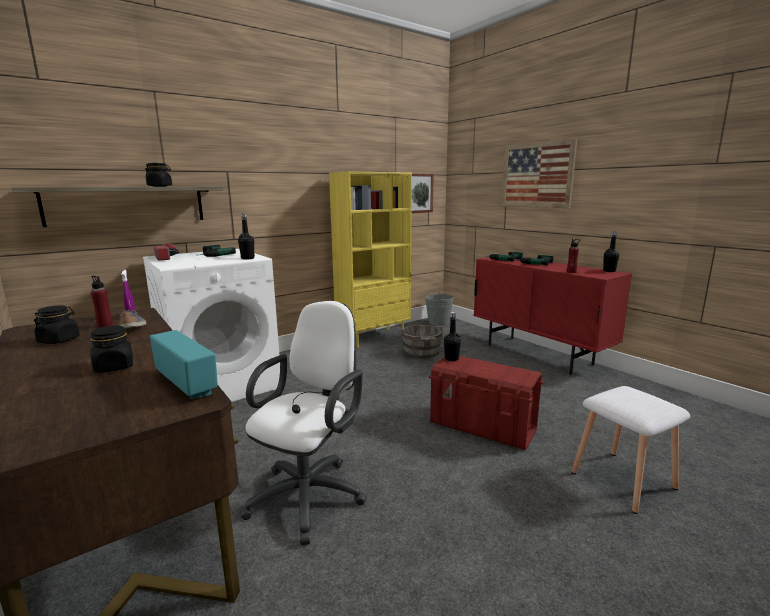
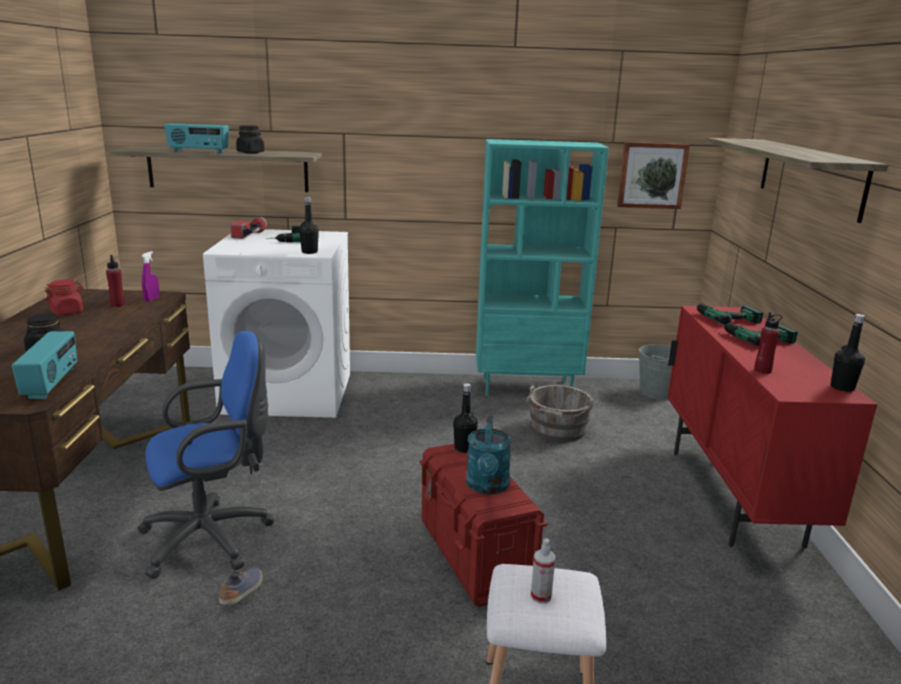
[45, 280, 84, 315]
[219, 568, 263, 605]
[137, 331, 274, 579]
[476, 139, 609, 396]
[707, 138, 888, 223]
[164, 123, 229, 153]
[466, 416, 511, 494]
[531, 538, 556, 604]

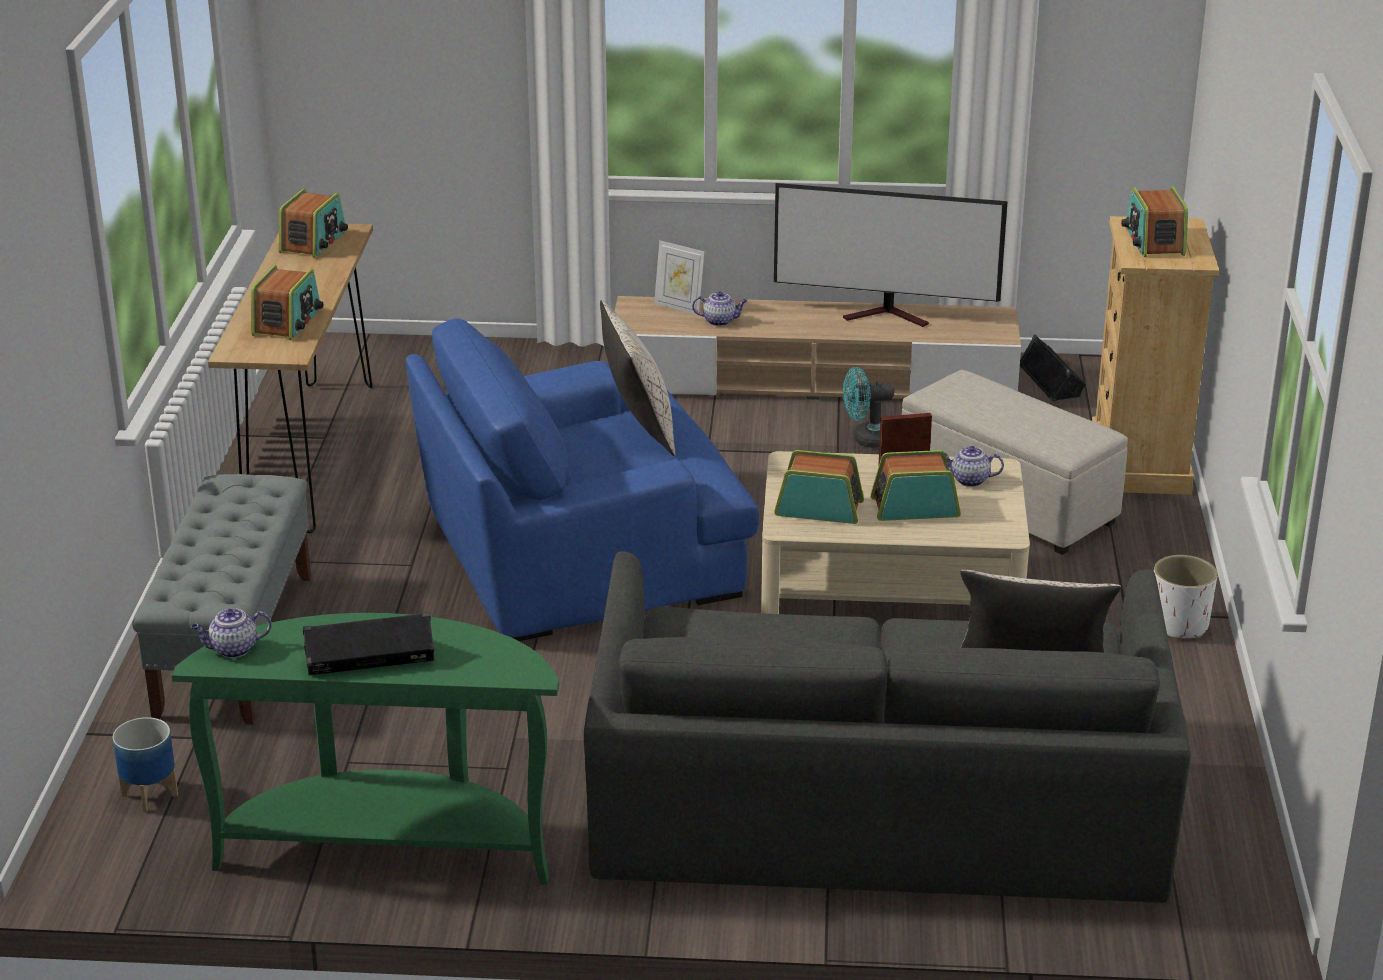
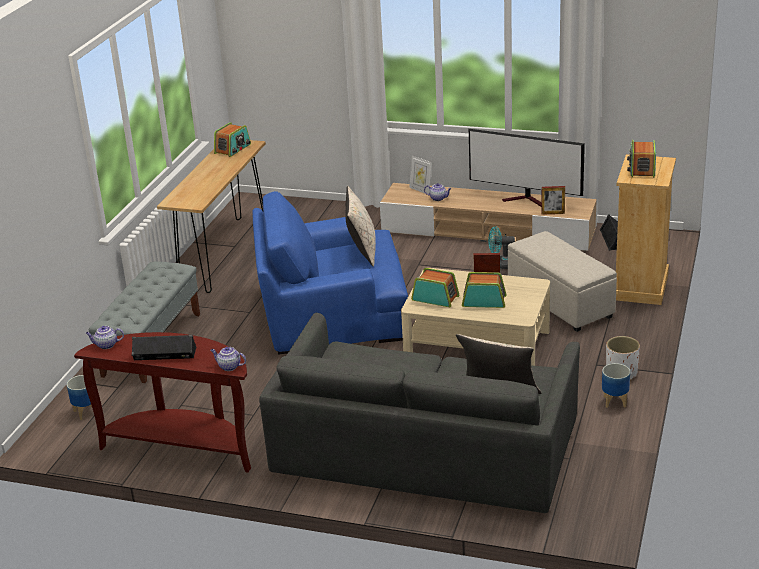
[74, 332, 251, 473]
[251, 265, 323, 340] (first image)
[211, 347, 246, 371]
[541, 186, 565, 215]
[602, 363, 630, 408]

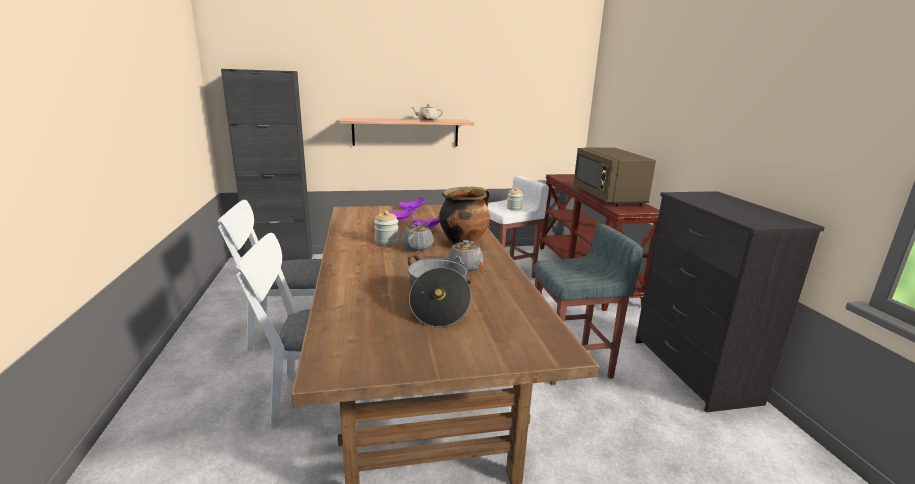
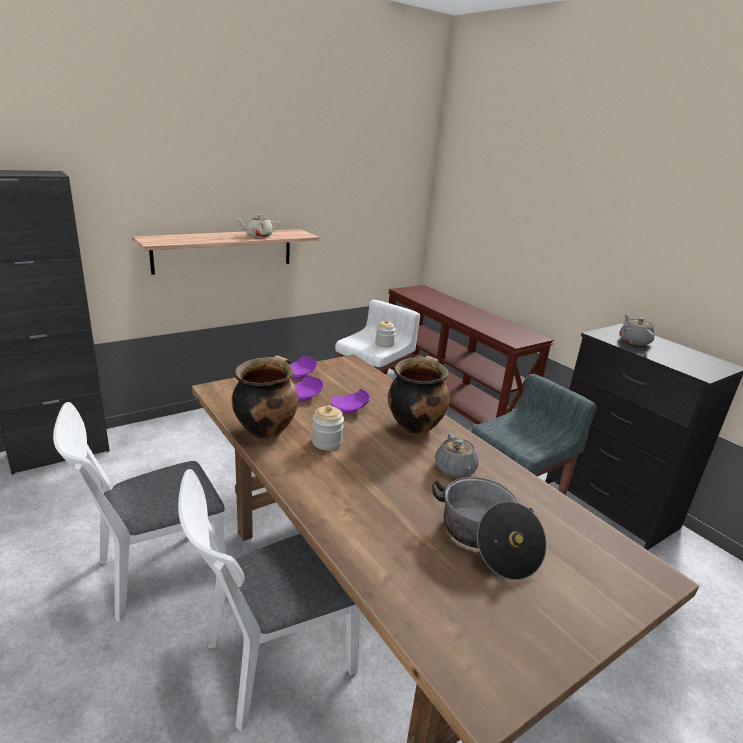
[620, 314, 654, 346]
[574, 148, 656, 207] (first image)
[232, 355, 299, 439]

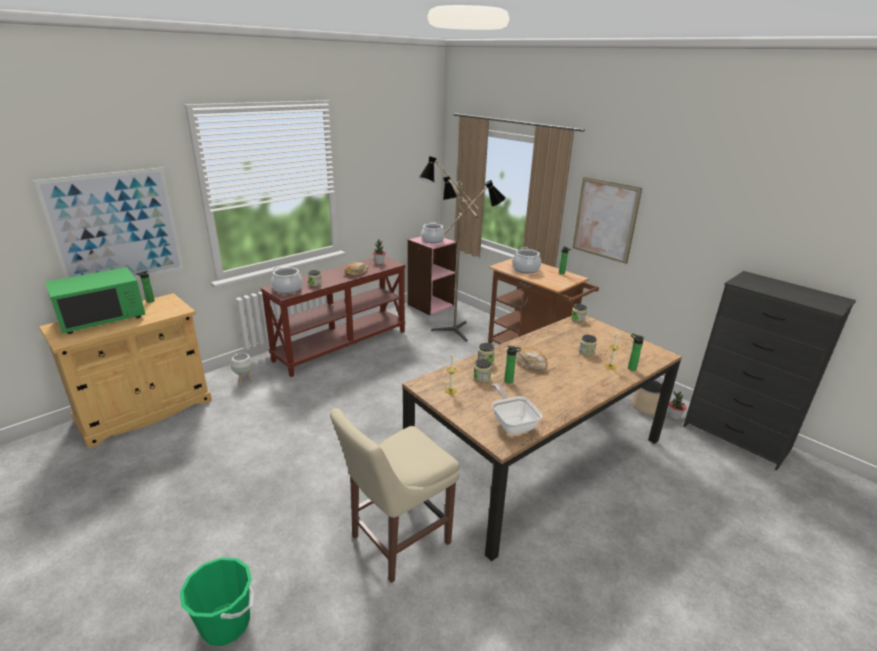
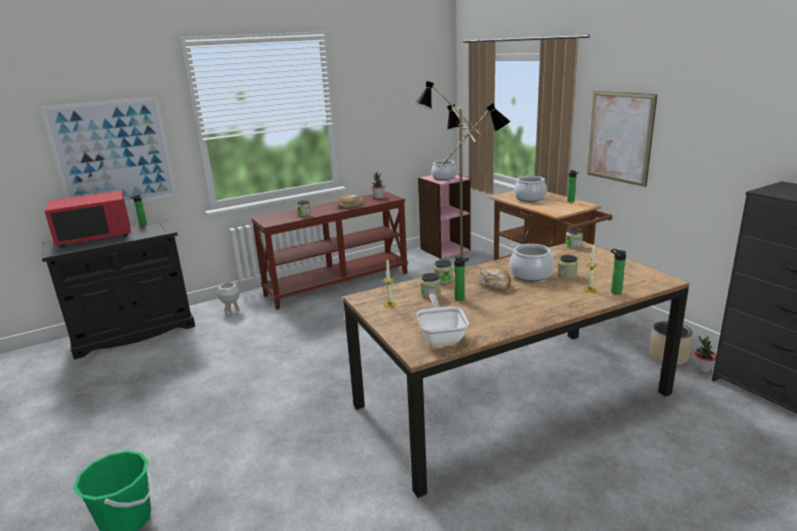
[42, 219, 195, 360]
[44, 190, 131, 248]
[510, 243, 554, 281]
[330, 408, 460, 583] (first image)

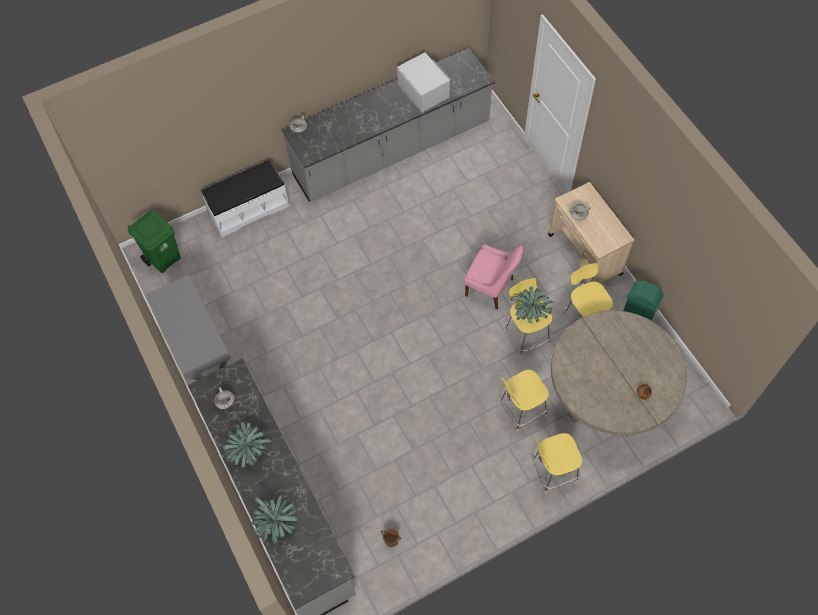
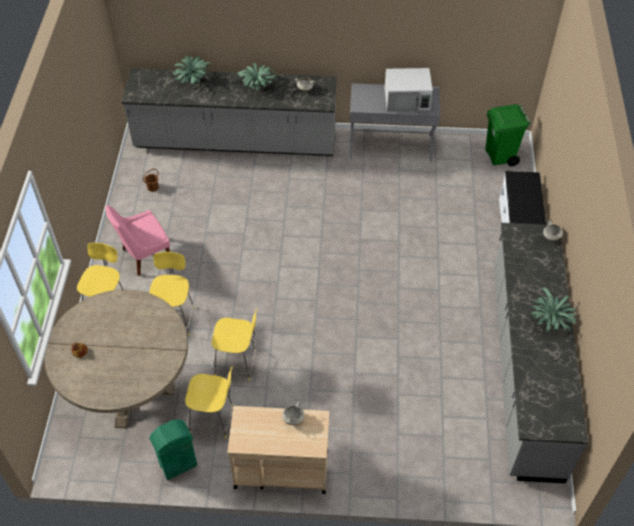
[385, 68, 433, 112]
[106, 205, 170, 276]
[531, 287, 577, 332]

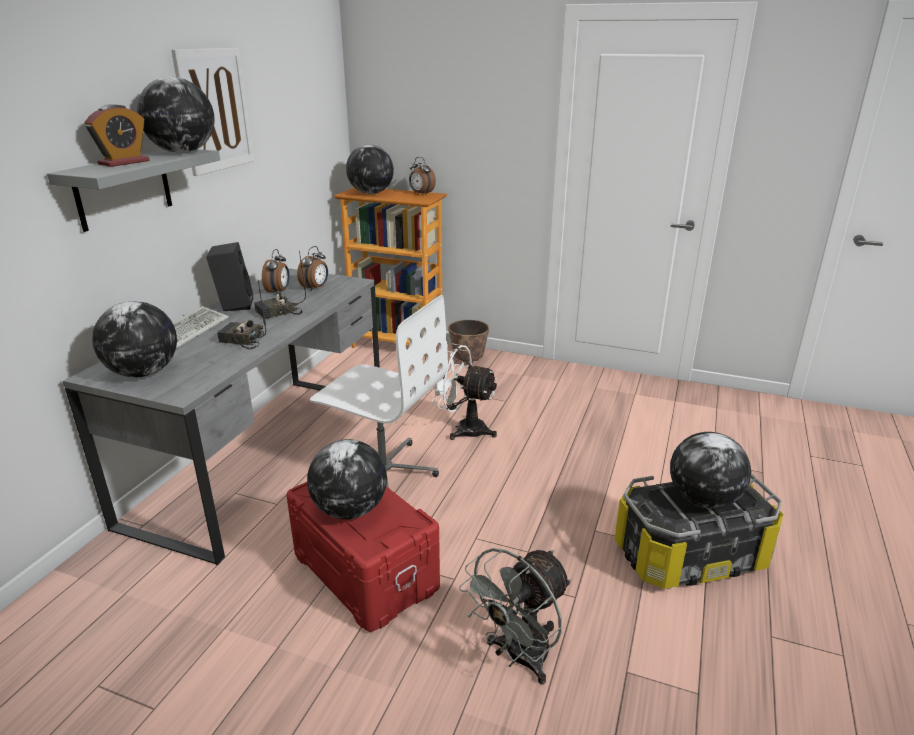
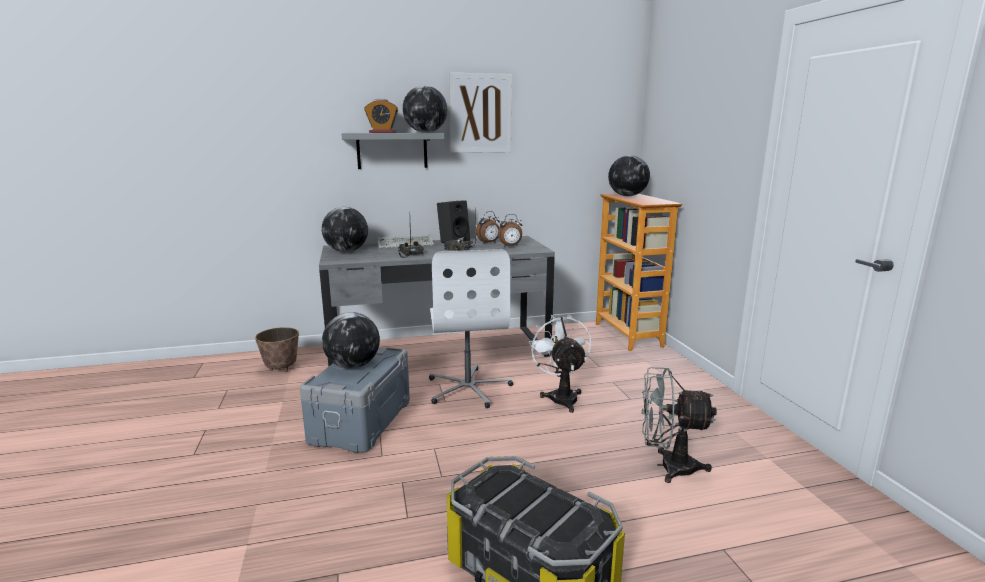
[300, 347, 410, 453]
[409, 157, 436, 195] (first image)
[255, 327, 299, 372]
[641, 367, 717, 483]
[670, 432, 751, 509] (first image)

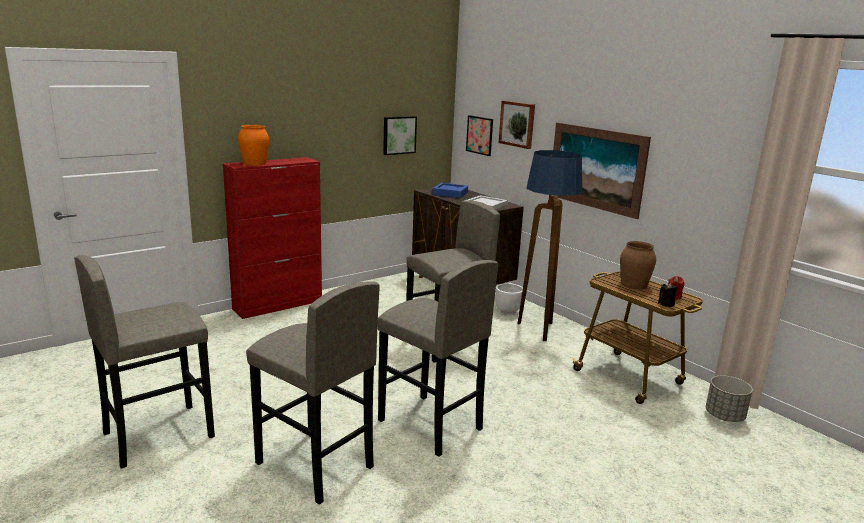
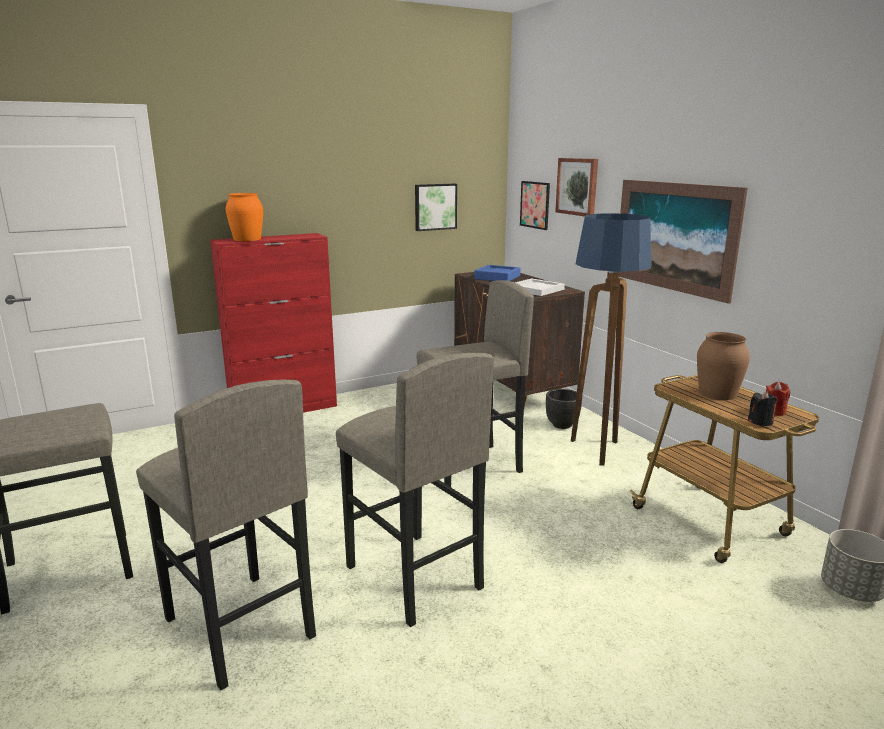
[546, 389, 582, 429]

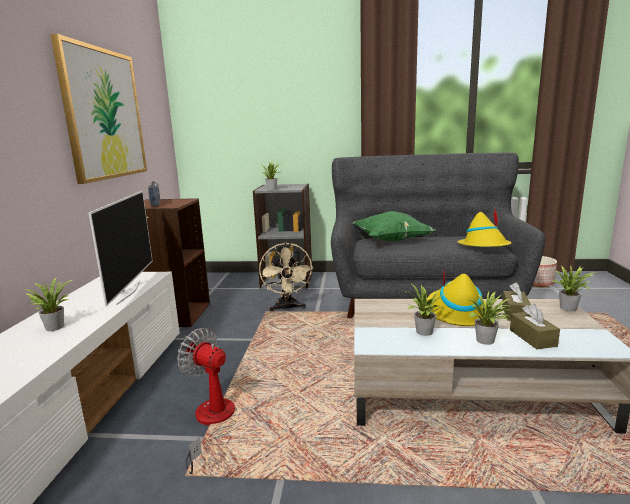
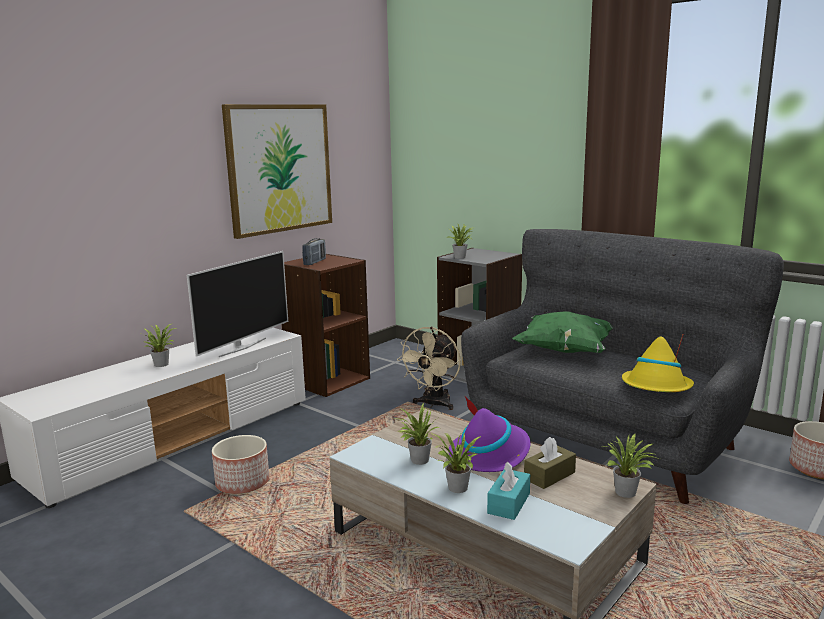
[212, 435, 269, 494]
[449, 396, 531, 472]
[487, 462, 530, 520]

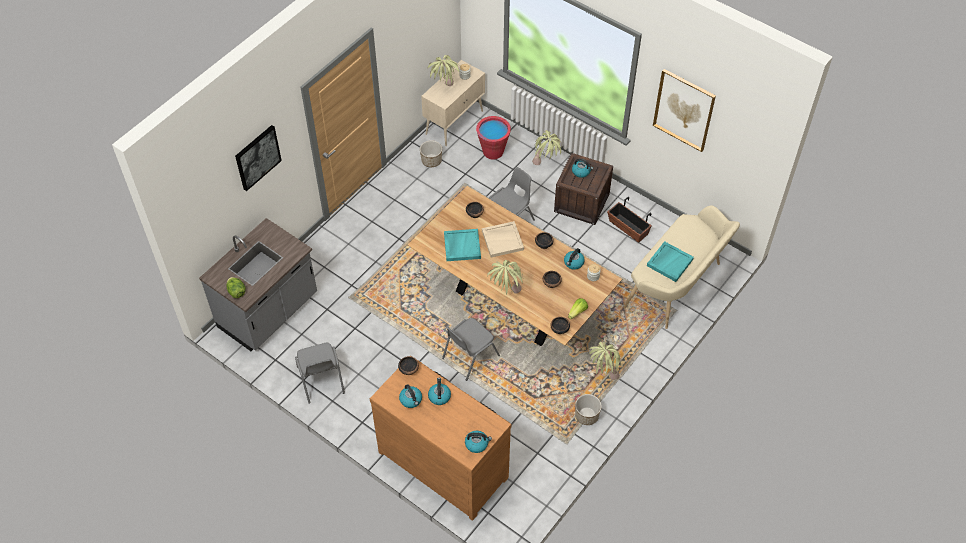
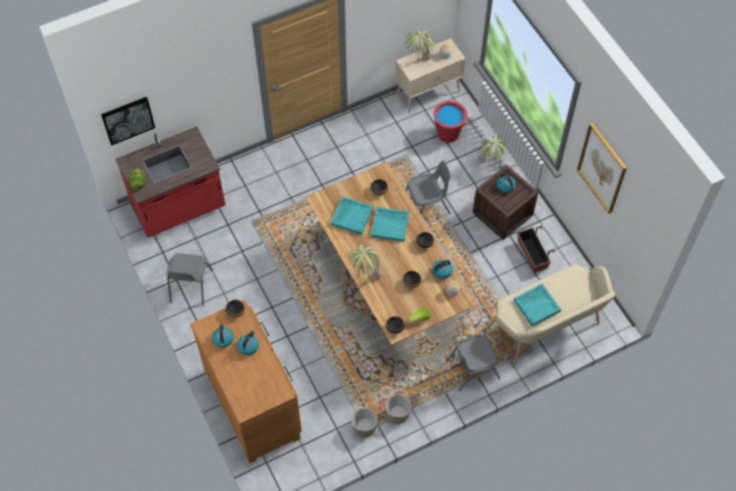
[116, 126, 225, 238]
[101, 97, 155, 145]
[352, 408, 377, 437]
[447, 335, 500, 391]
[465, 431, 492, 453] (first image)
[371, 207, 409, 242]
[589, 341, 621, 380] (first image)

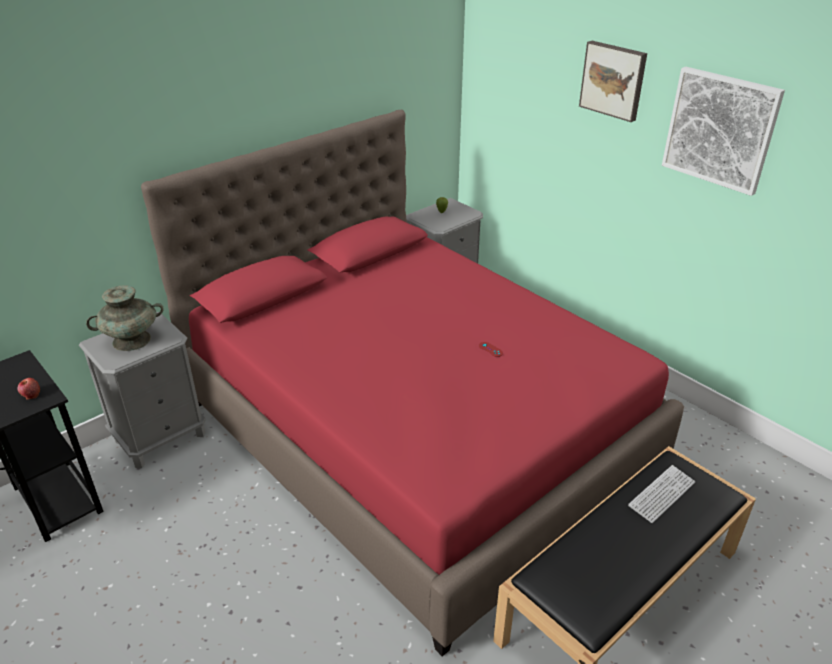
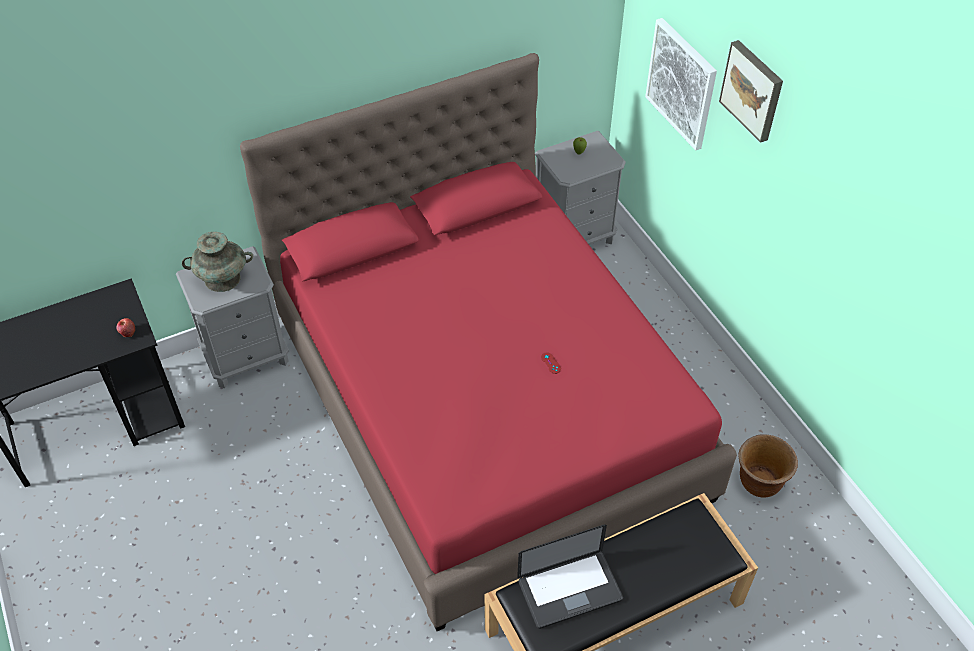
[628, 465, 695, 523] (first image)
[645, 18, 717, 151]
[517, 524, 623, 629]
[738, 434, 798, 498]

